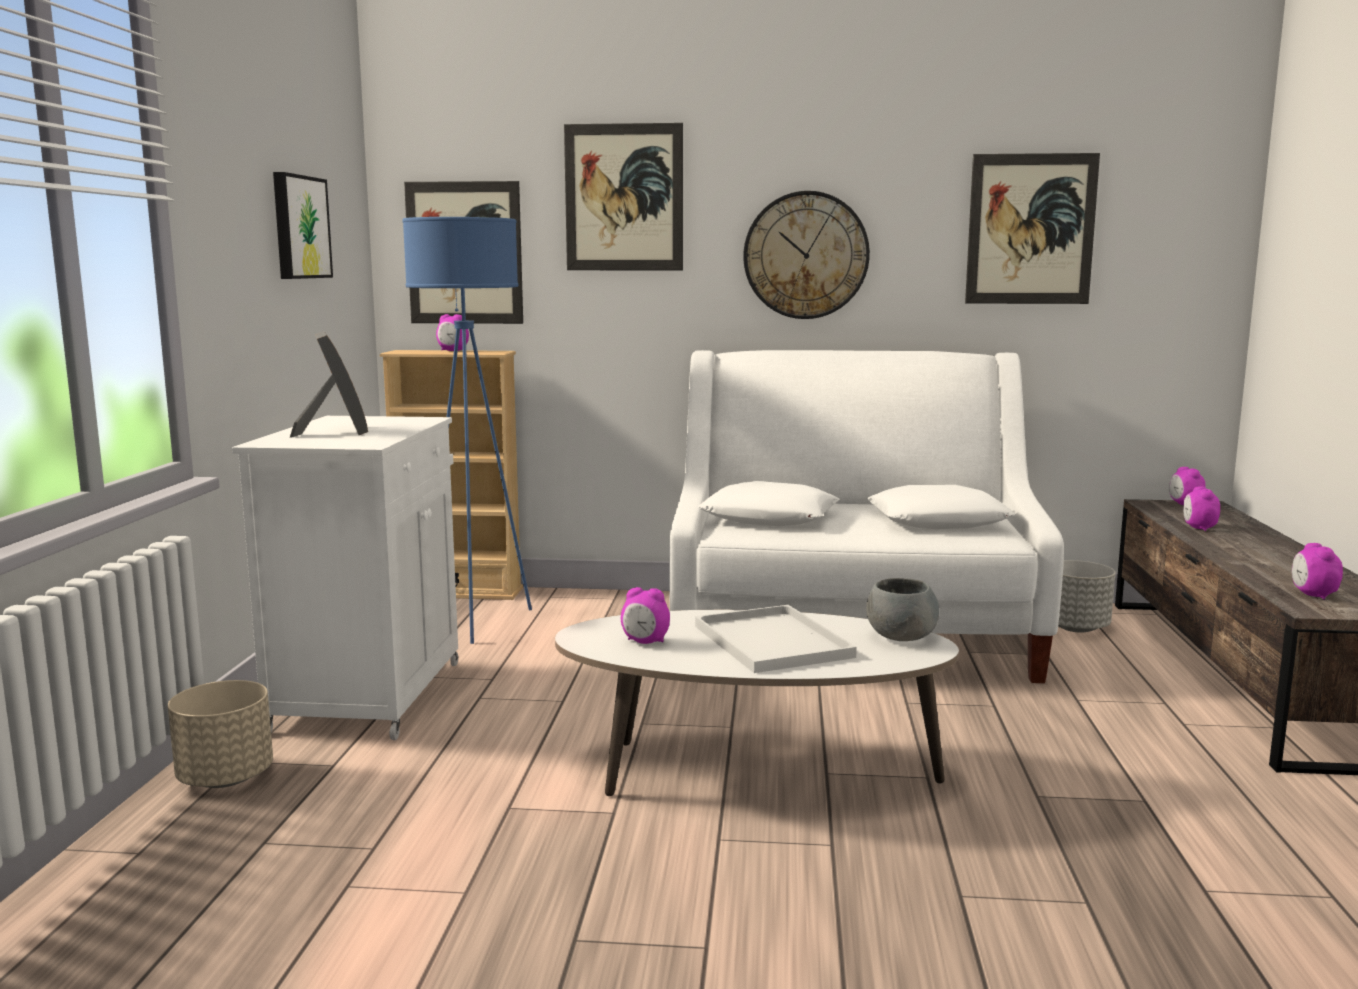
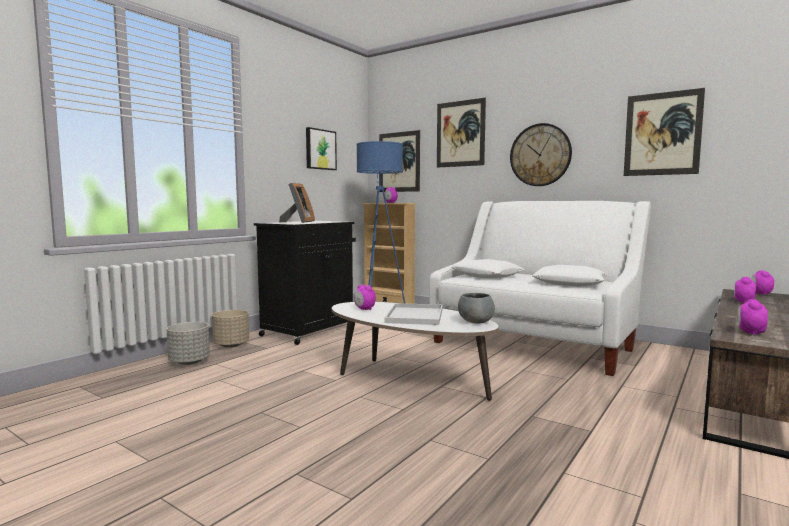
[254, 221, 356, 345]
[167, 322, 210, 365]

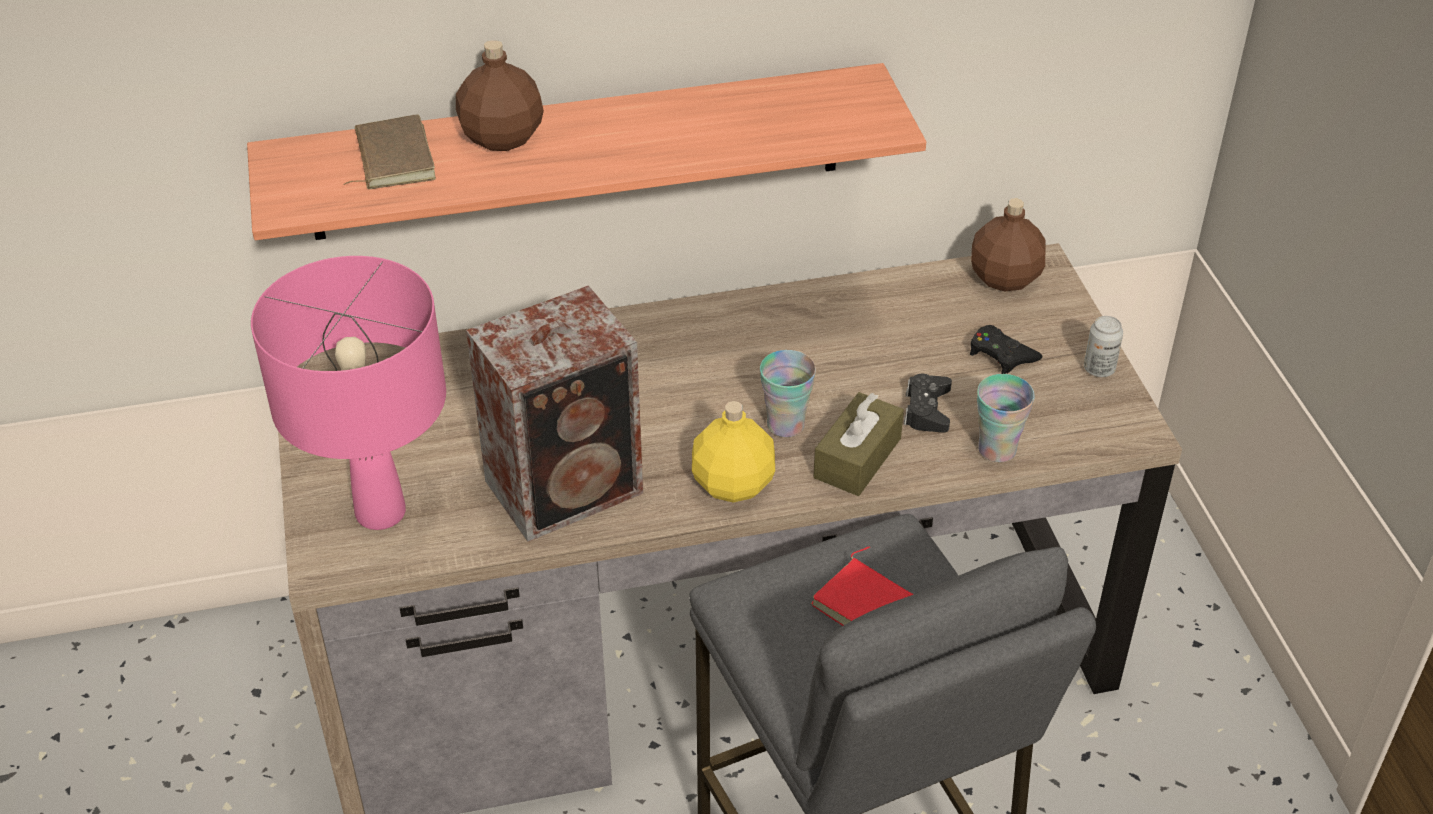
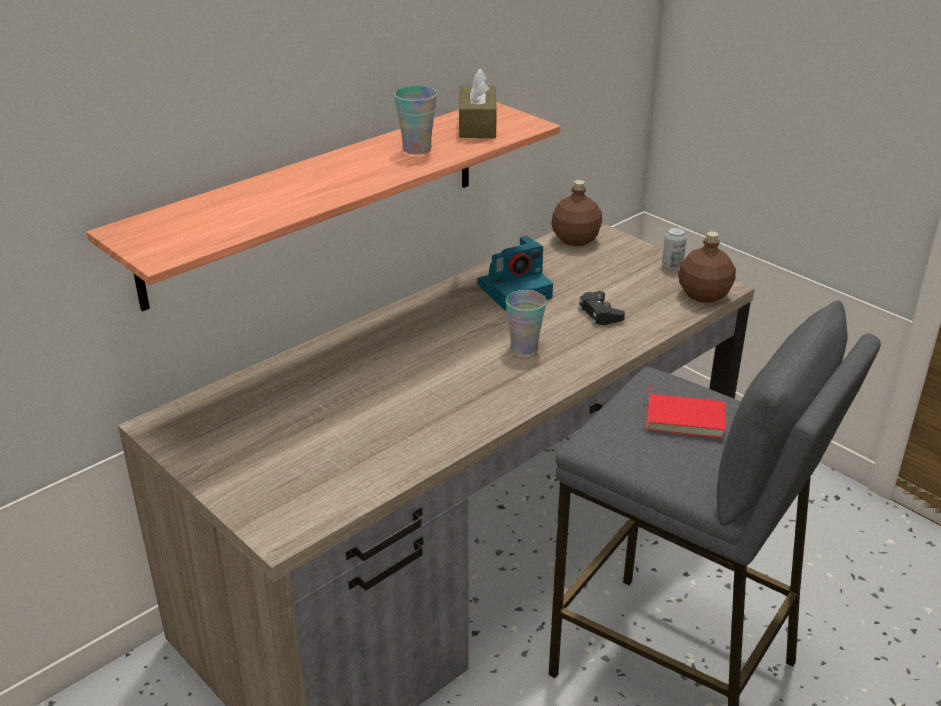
[251, 256, 446, 530] (first image)
[344, 114, 436, 189] (first image)
[678, 231, 736, 303]
[466, 285, 643, 542] (first image)
[692, 401, 775, 503] (first image)
[459, 68, 497, 138]
[970, 325, 1043, 374] (first image)
[394, 86, 437, 155]
[477, 236, 553, 310]

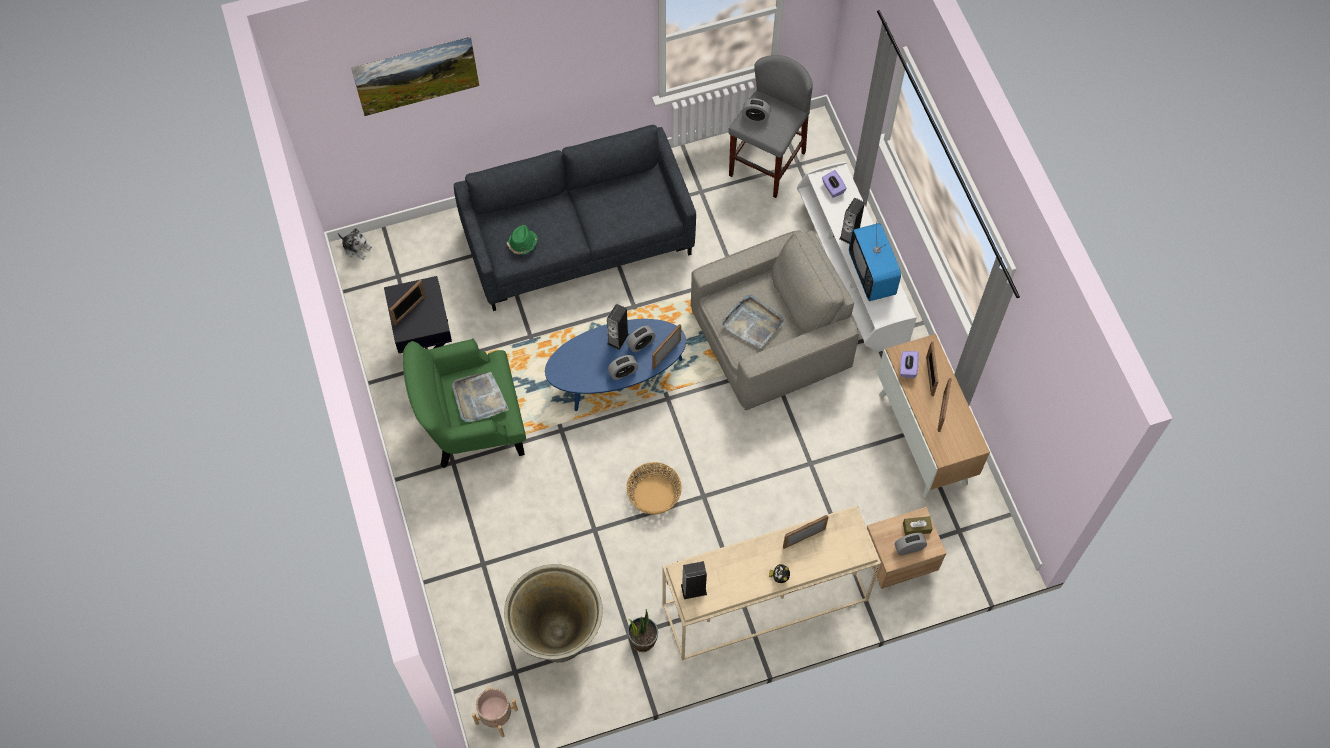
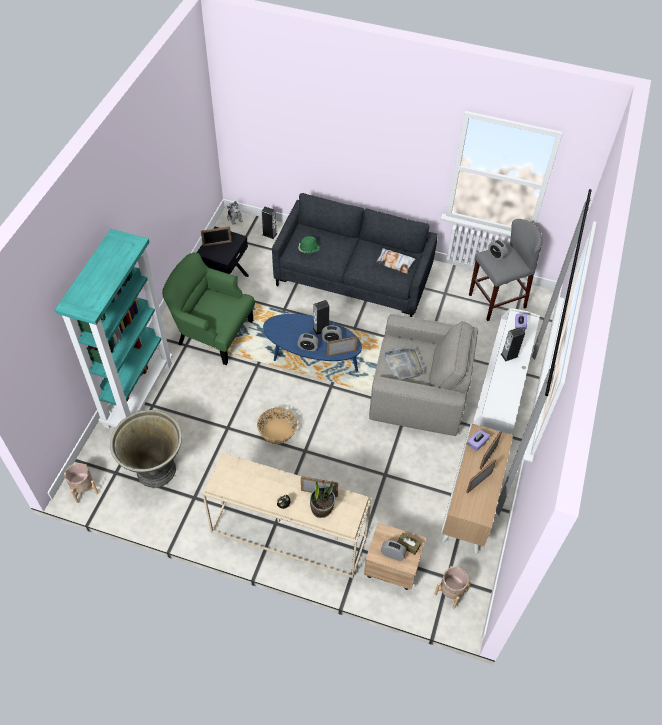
[351, 37, 479, 116] (first image)
[452, 372, 509, 422] (first image)
[310, 479, 335, 518]
[262, 207, 277, 239]
[849, 223, 901, 301] (first image)
[55, 229, 173, 429]
[376, 248, 416, 274]
[434, 566, 471, 609]

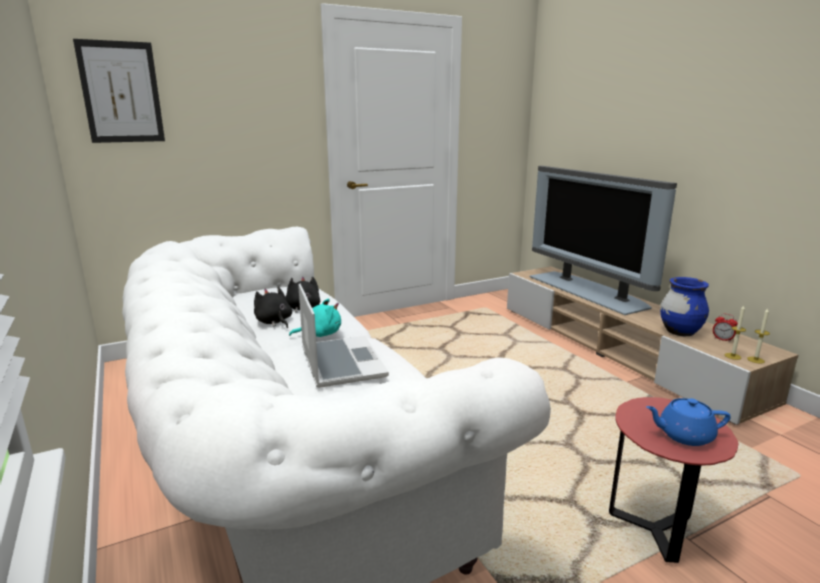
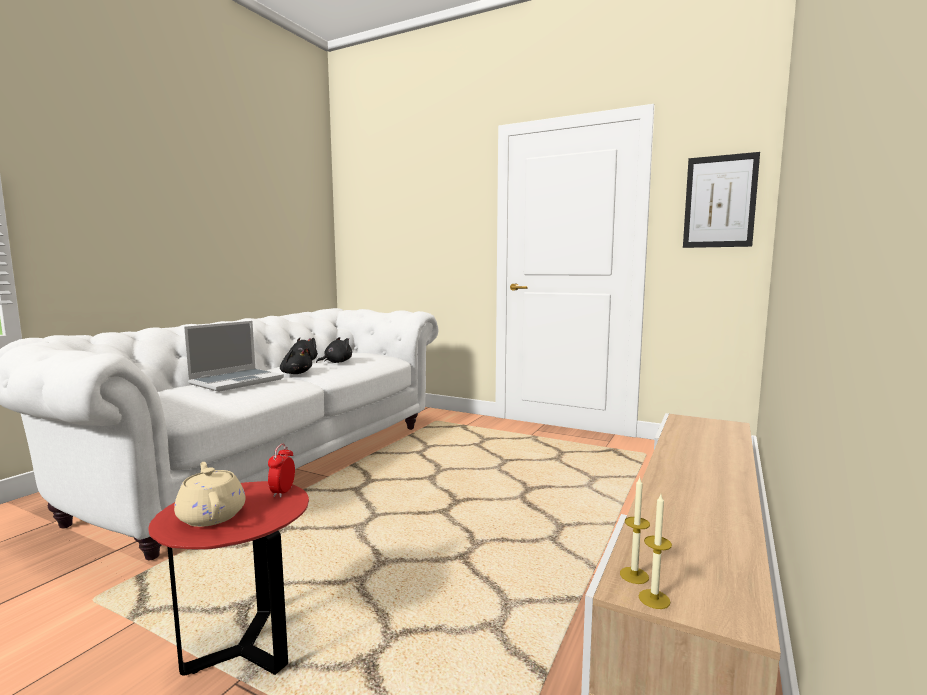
[683, 152, 760, 248]
[280, 347, 312, 374]
[530, 166, 677, 315] (first image)
[174, 462, 246, 527]
[660, 277, 709, 336] (first image)
[268, 444, 295, 498]

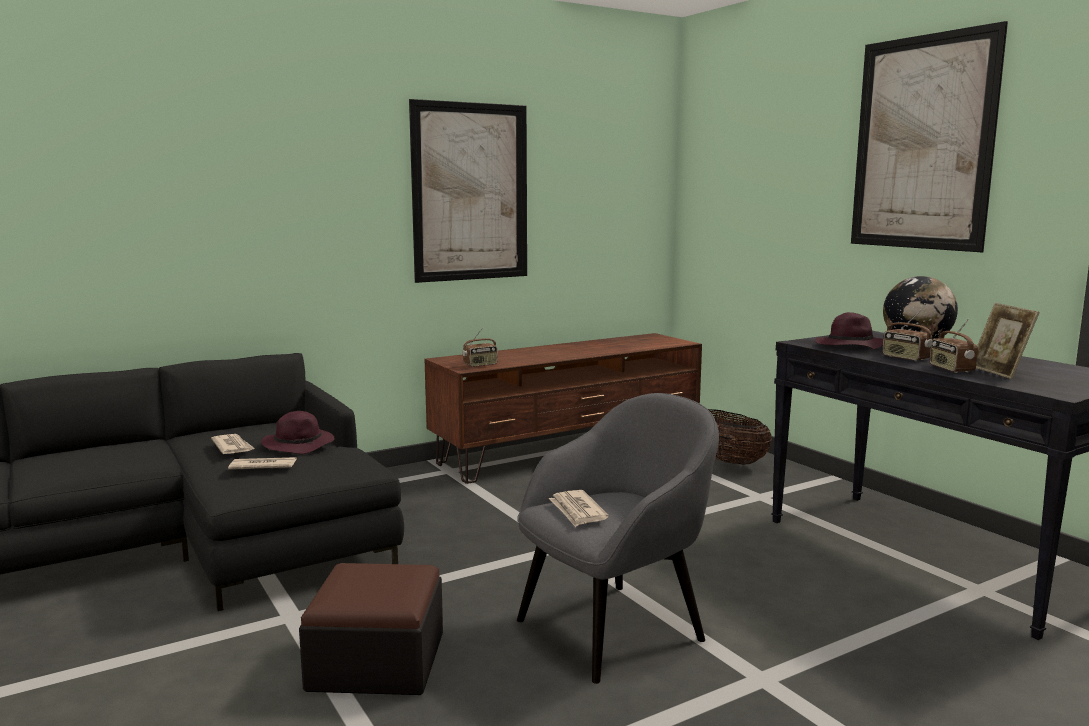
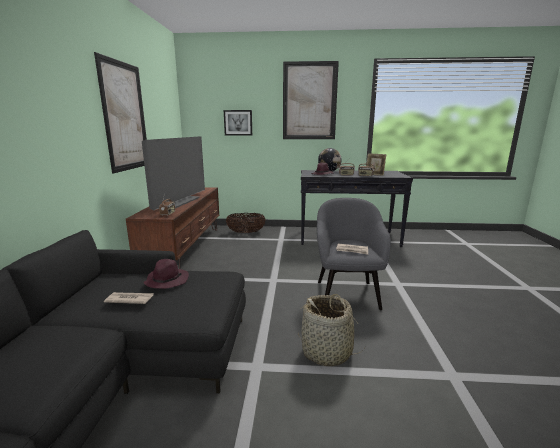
[228, 457, 297, 470] (first image)
[298, 294, 365, 366]
[142, 136, 205, 210]
[224, 110, 252, 136]

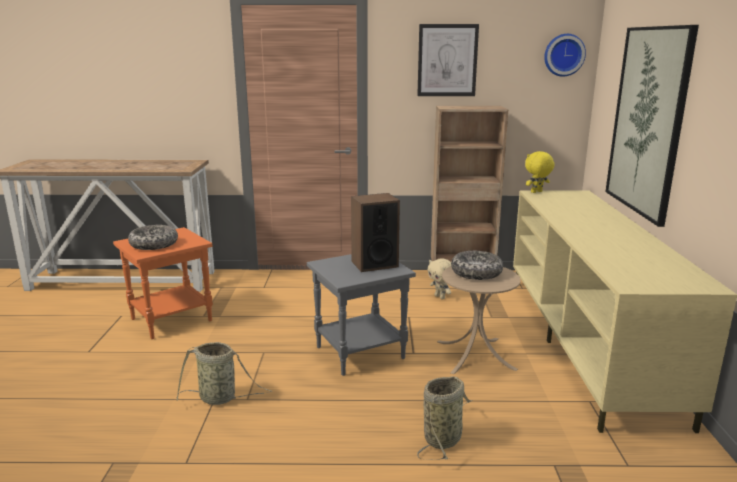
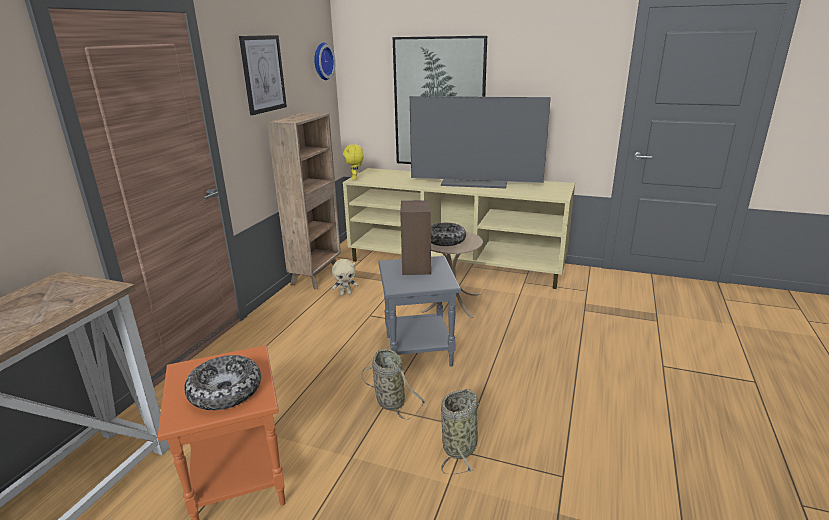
[361, 349, 425, 420]
[410, 96, 551, 188]

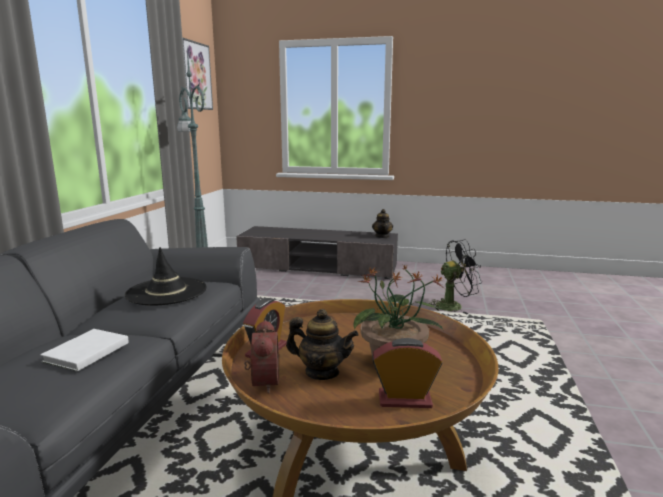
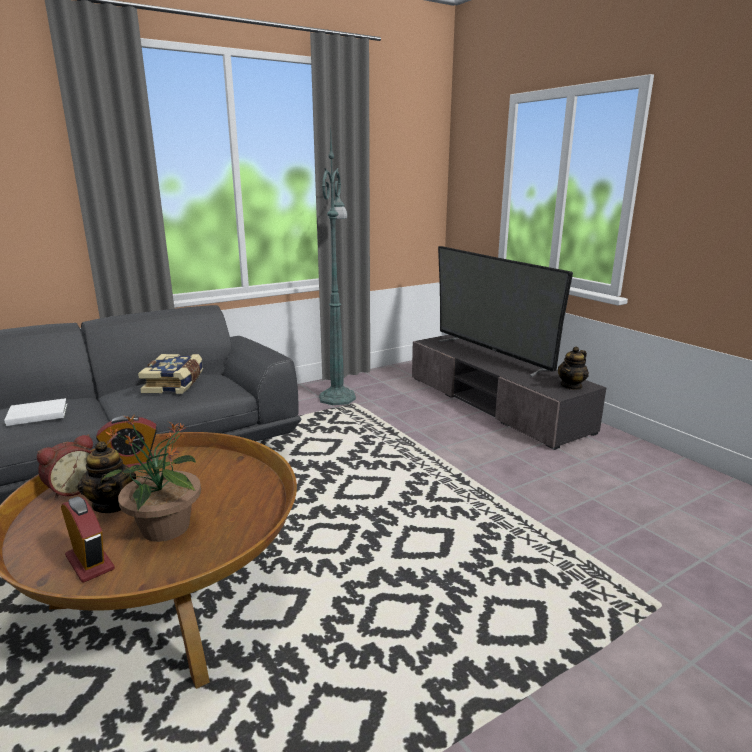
[138, 354, 203, 394]
[182, 37, 213, 110] (first image)
[428, 239, 482, 314] (first image)
[438, 246, 573, 377]

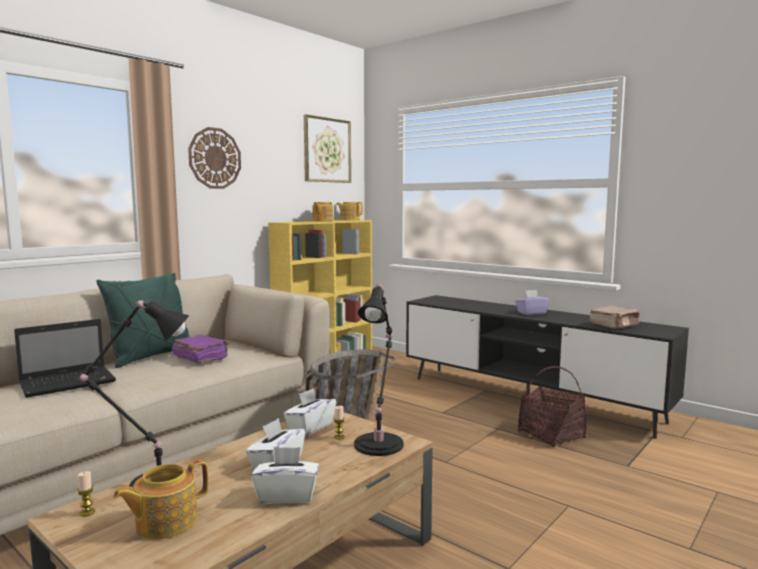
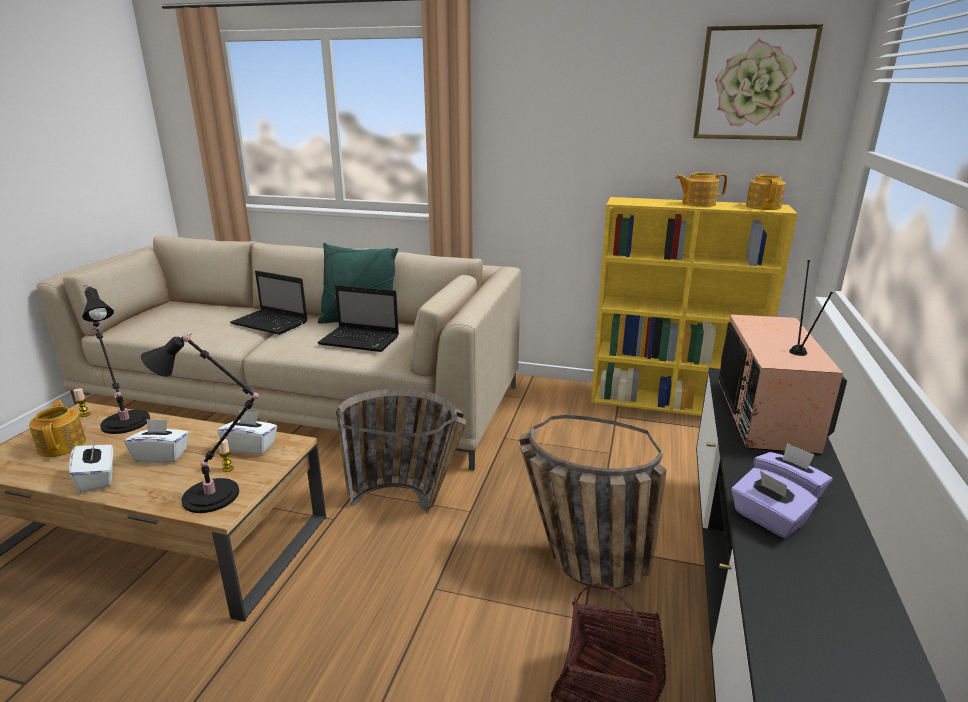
[29, 400, 86, 457]
[317, 285, 399, 352]
[188, 127, 241, 189] (first image)
[590, 305, 639, 329] (first image)
[519, 415, 667, 590]
[719, 260, 847, 455]
[731, 468, 818, 538]

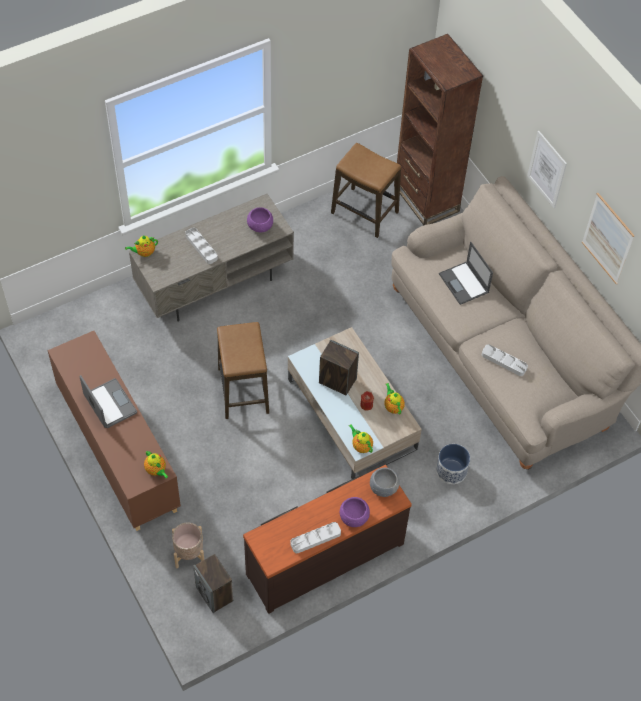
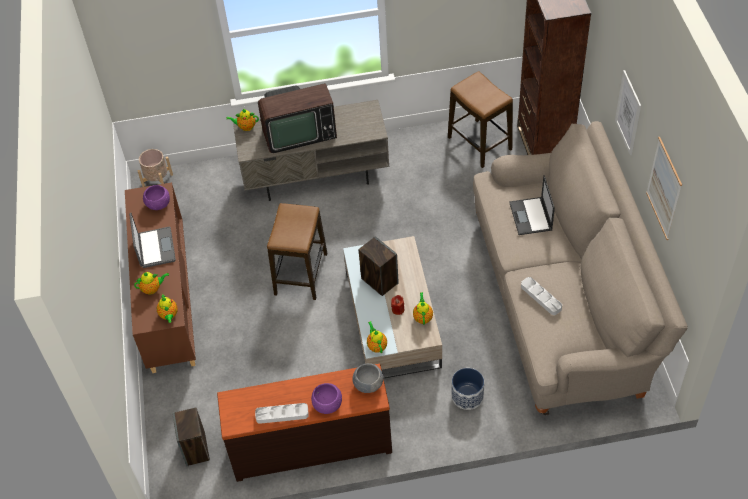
[138, 149, 173, 187]
[258, 83, 337, 153]
[143, 185, 170, 210]
[134, 271, 169, 295]

